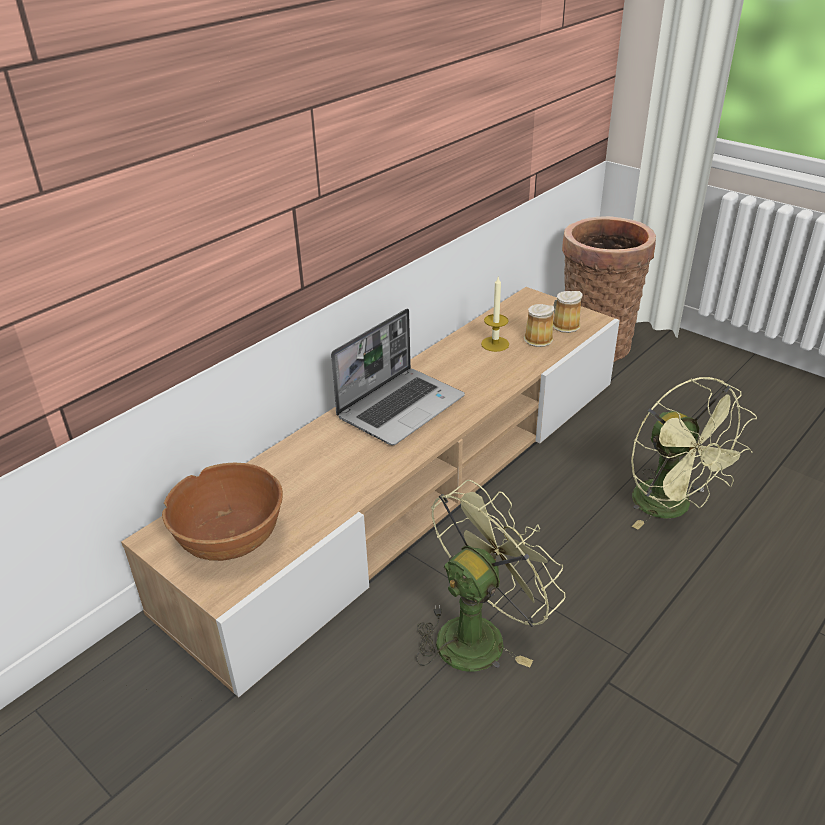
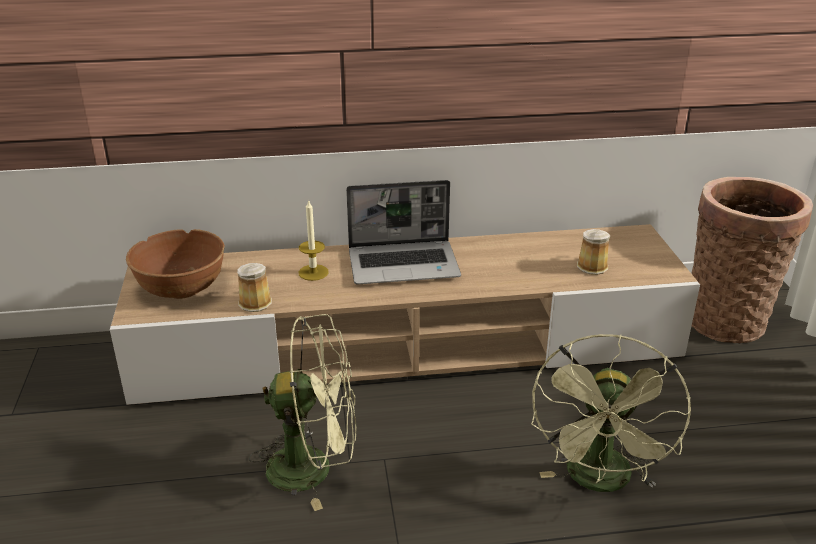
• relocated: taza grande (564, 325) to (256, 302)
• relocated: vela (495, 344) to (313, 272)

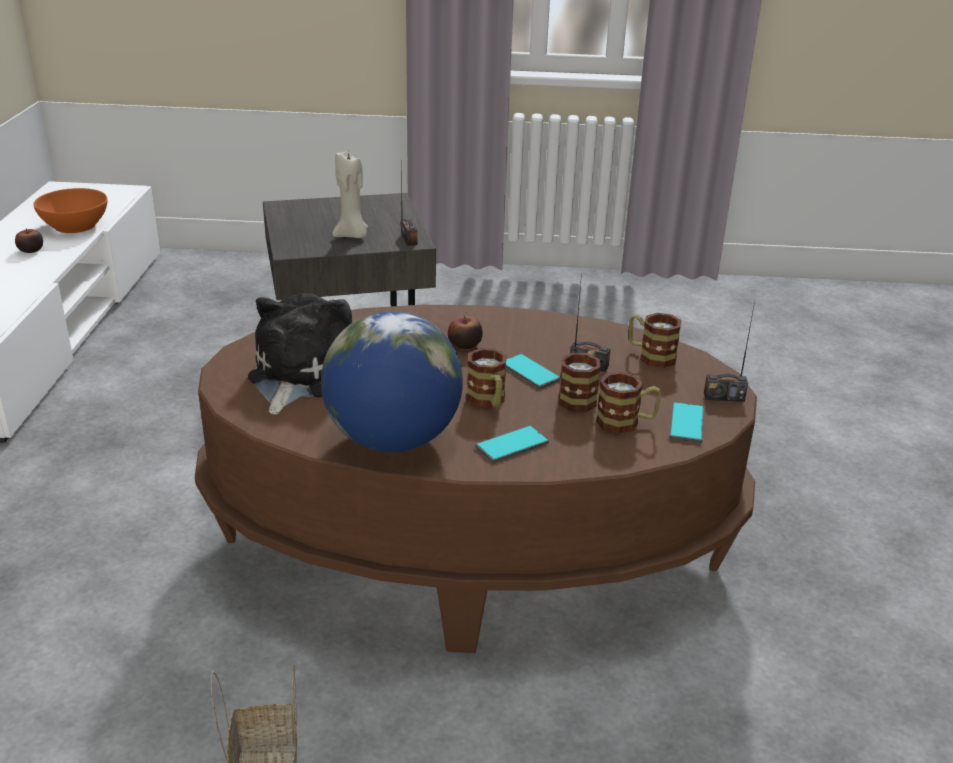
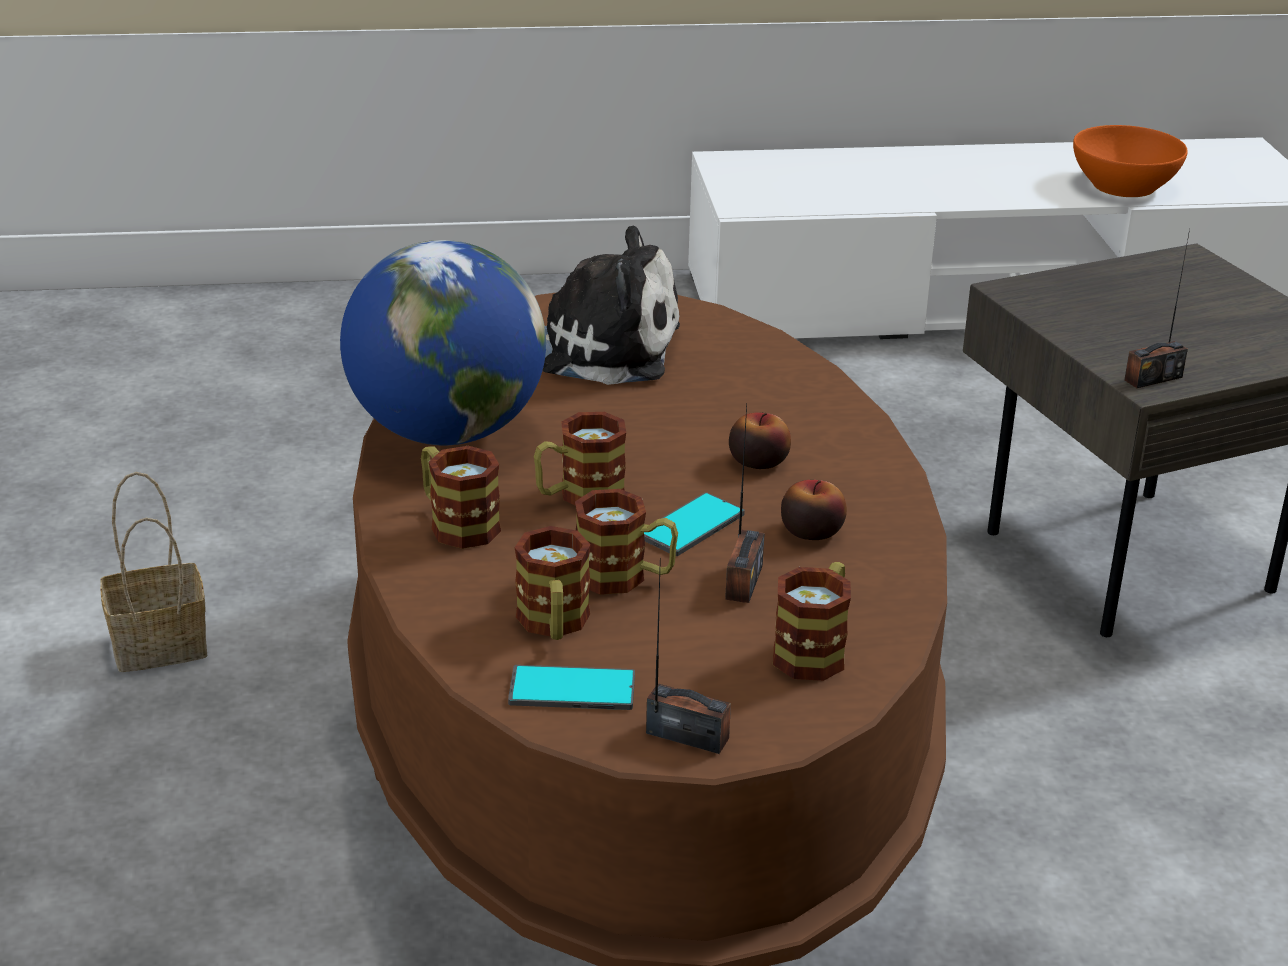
• exchanged: móvil (512, 445) to taza grande (456, 523)
• spun: radio (724, 397) = (687, 736) 120 degrees clockwise
• relocated: manzana (31, 250) to (811, 531)
• missing: vela (beis) (352, 235)

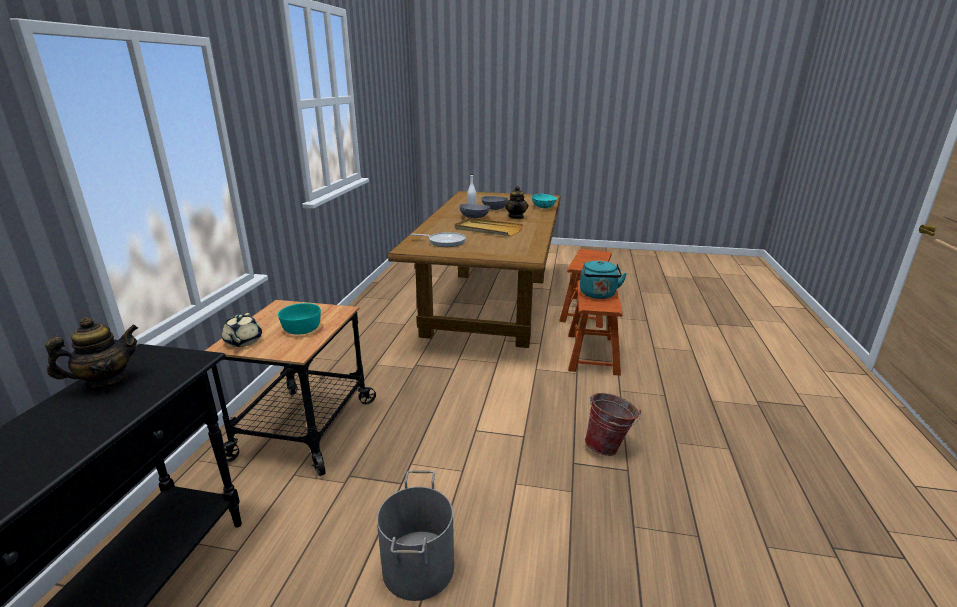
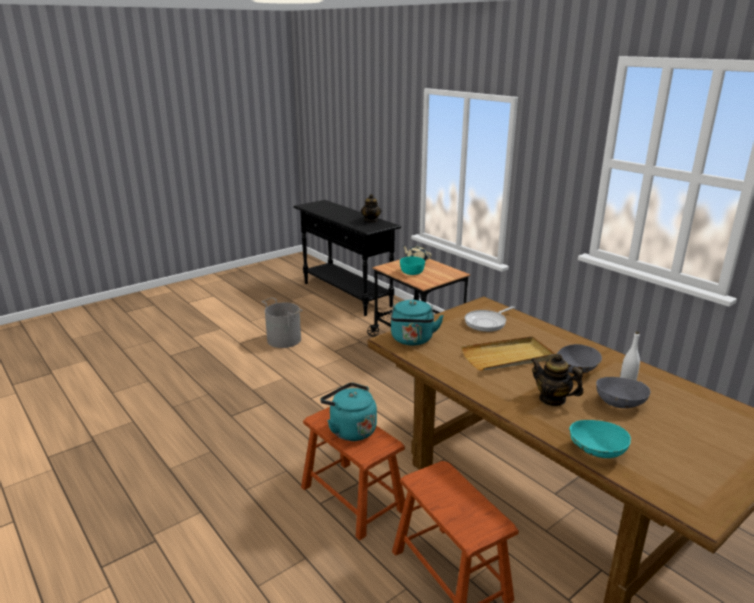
• appeared: hervidor (turquesa) (412, 340)
• missing: cubo (609, 447)

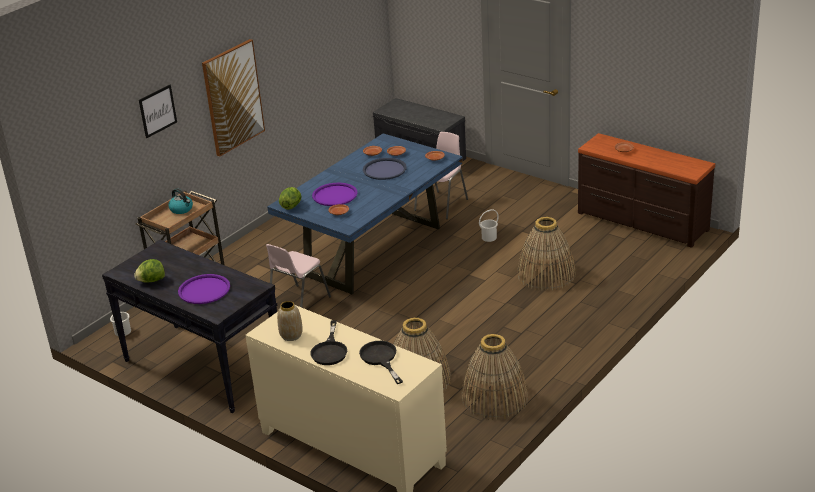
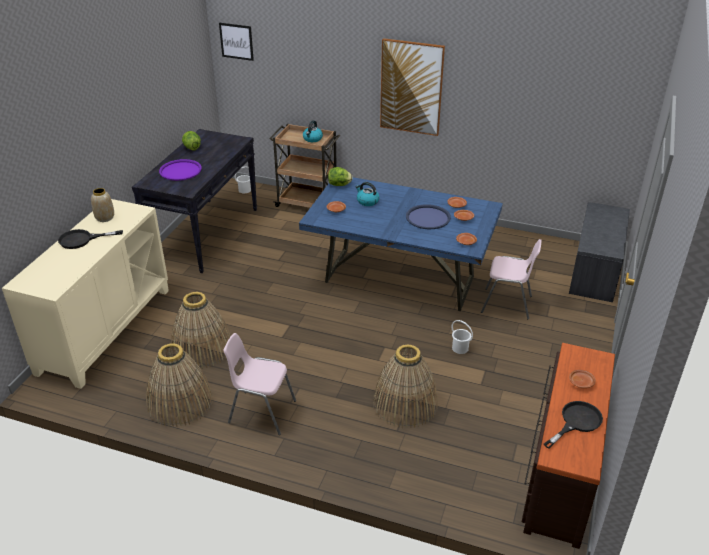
• relocated: cuadro (157, 111) to (236, 41)
• relocated: silla (rosa) (298, 303) to (261, 411)
• exchanged: bandeja (morado) (335, 195) to hervidor (367, 201)
• relocated: sartén (negro) (381, 359) to (576, 422)

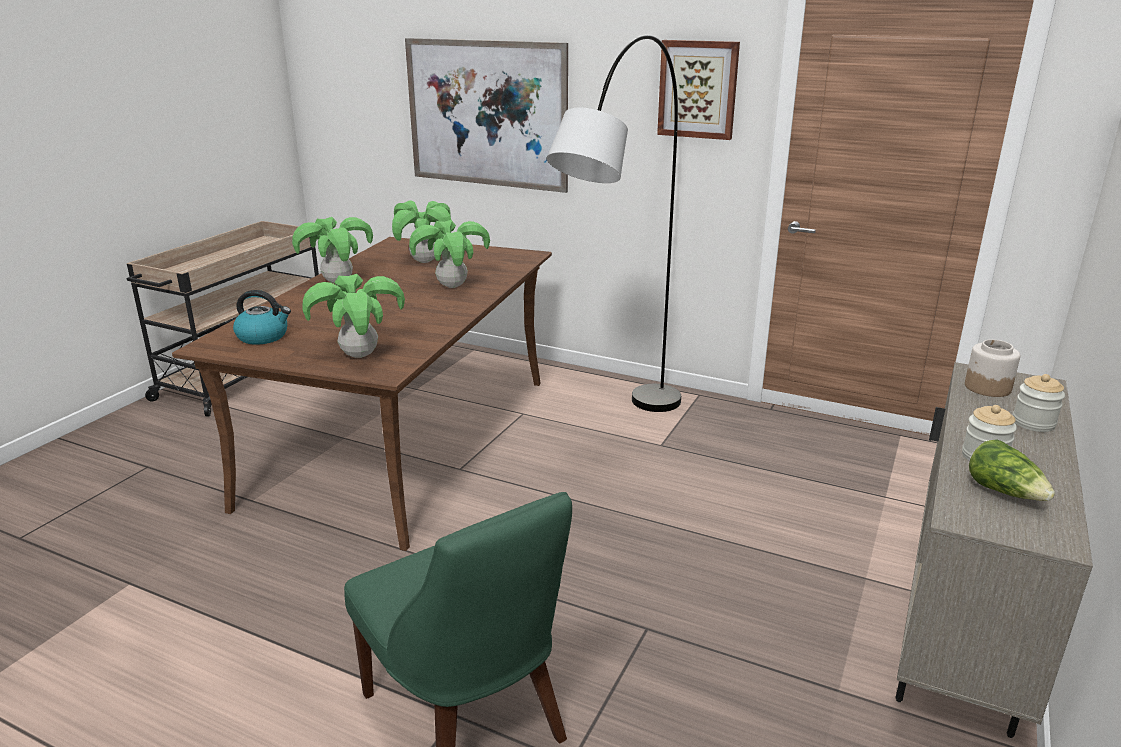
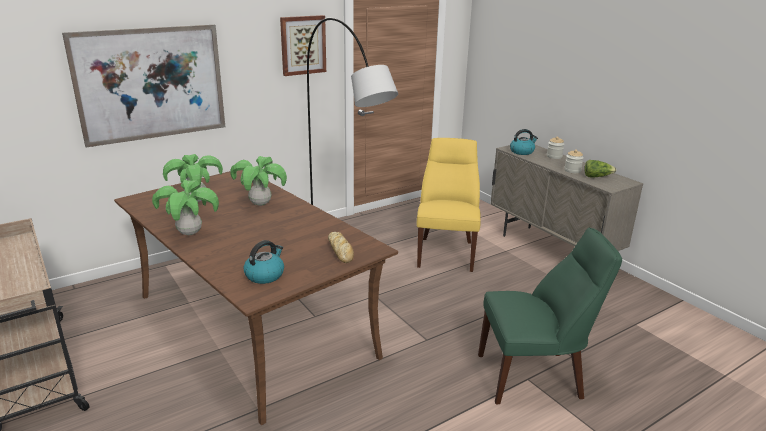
• exchanged: planta en maceta (359, 355) to pan (341, 251)
• appeared: silla (amarillo) (446, 252)
• exchanged: tarro (987, 387) to hervidor (522, 151)

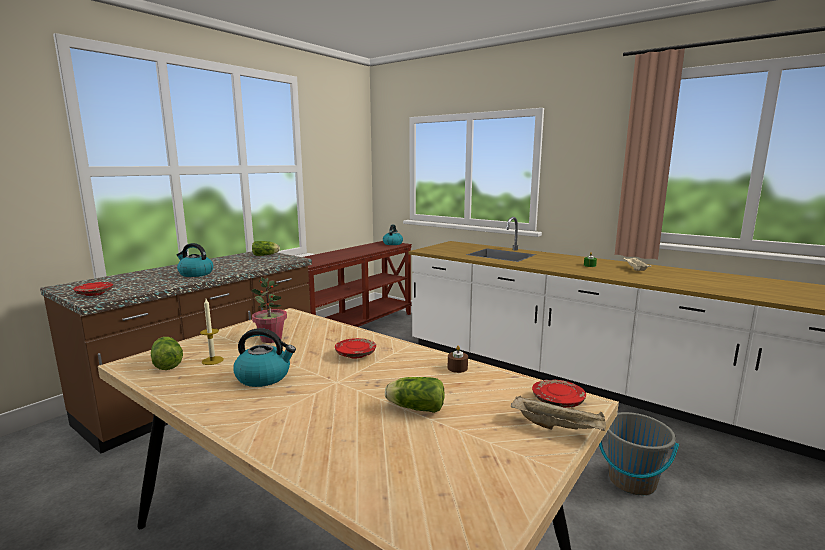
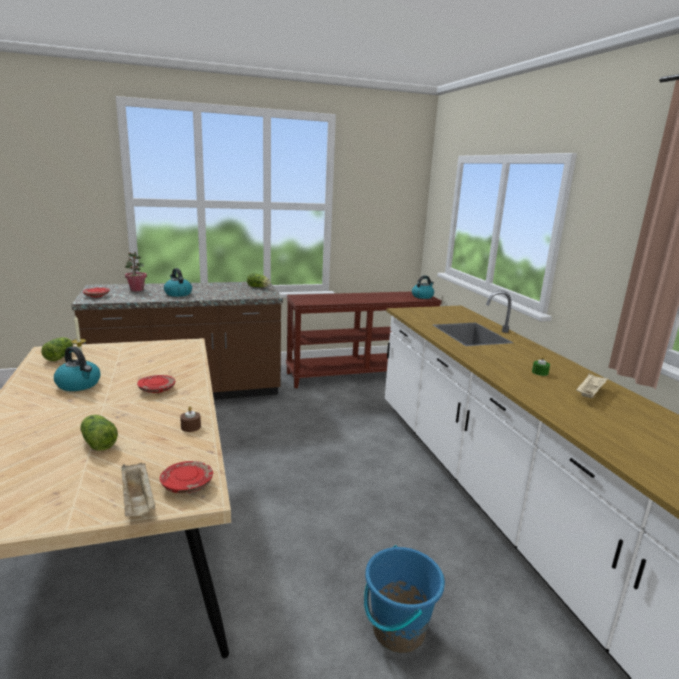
• relocated: planta en maceta (271, 339) to (137, 290)
• colour: cubo (gris) (631, 481) to cubo (azul) (398, 630)

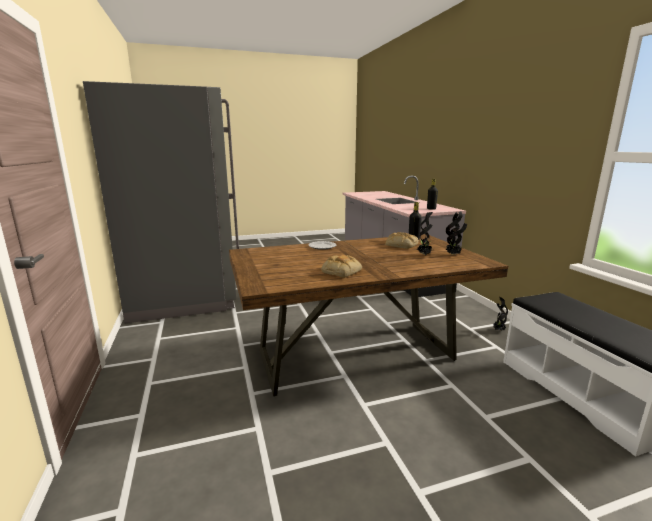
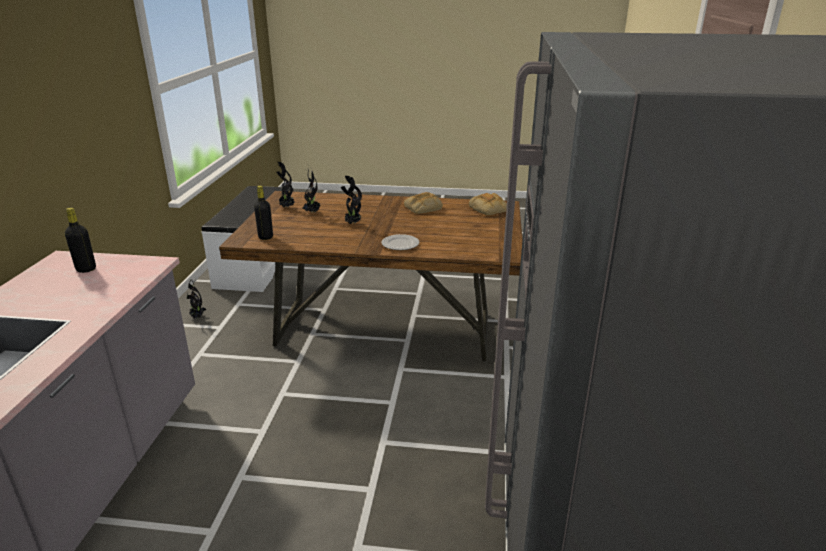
• appeared: planta en maceta (352, 223)
• relocated: pan (400, 245) to (489, 209)

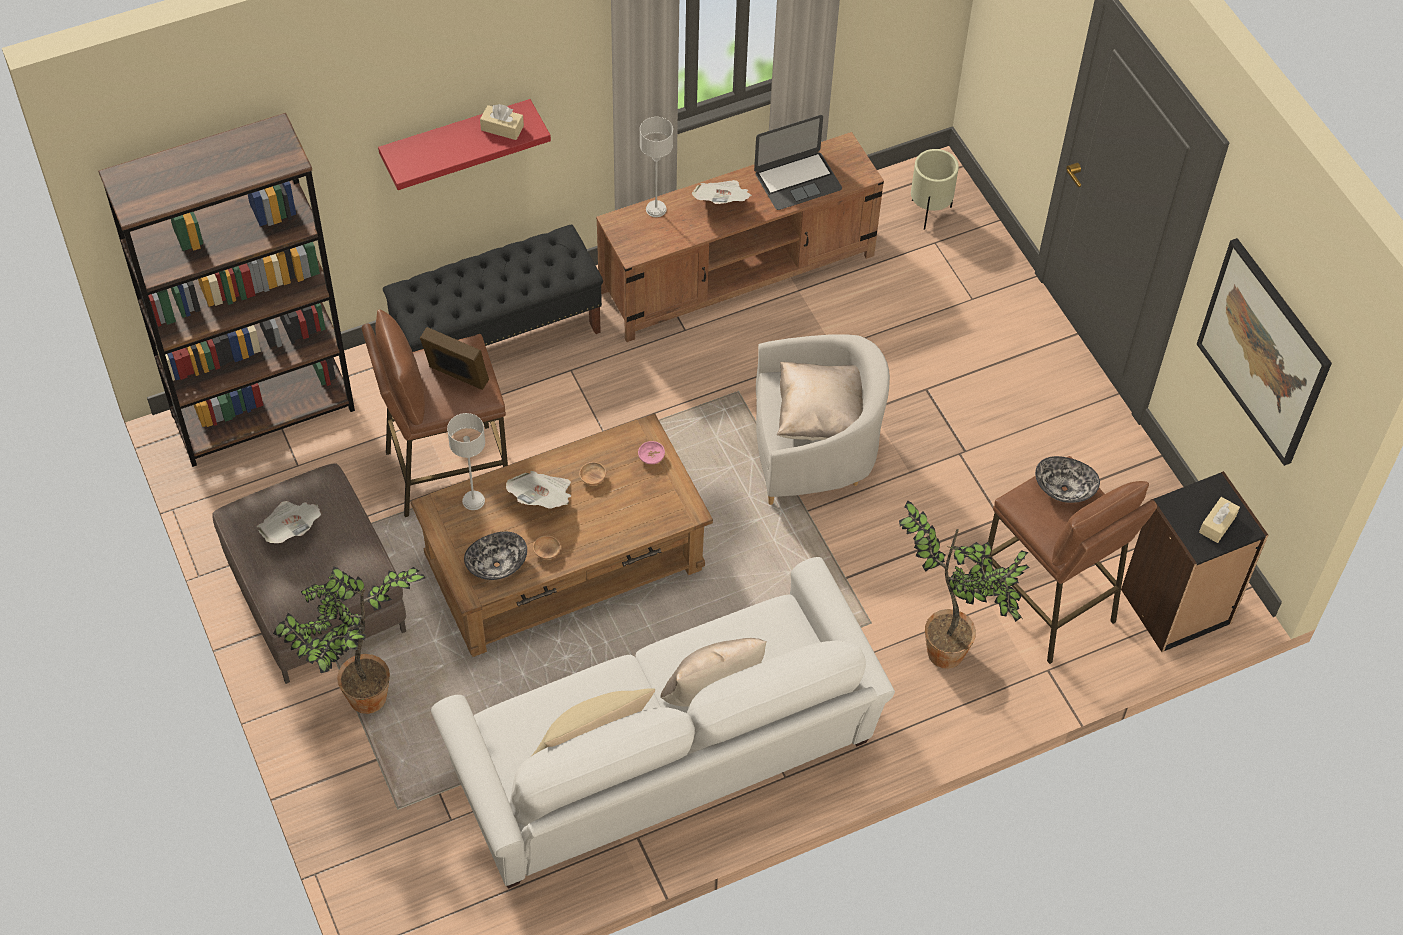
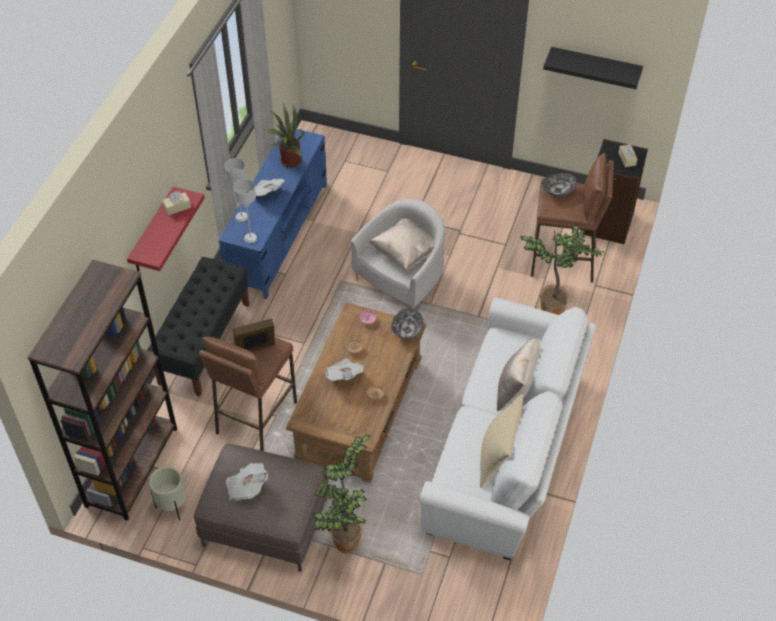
• relocated: maceta (beis) (929, 212) to (172, 507)
• colour: mueble de televisión (marrón) (738, 273) to mueble de televisión (azul) (278, 234)
• relocated: lámpara de mesa (gris) (473, 501) to (250, 238)
• exchanged: portátil (797, 180) to planta en maceta (288, 161)
• relocated: cuenco (496, 564) to (406, 330)
• exchanged: cuadro (1264, 351) to estante (negro) (595, 67)

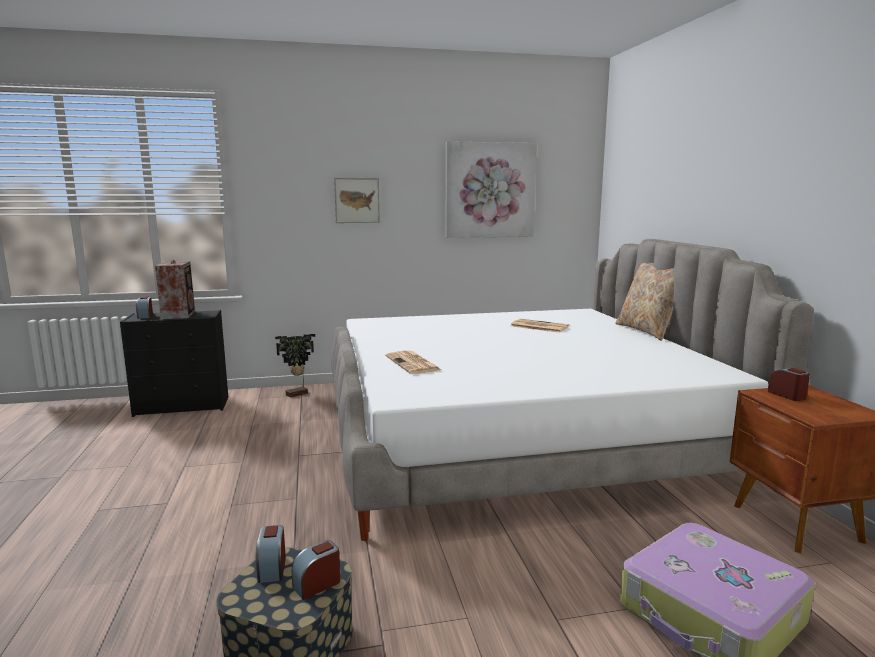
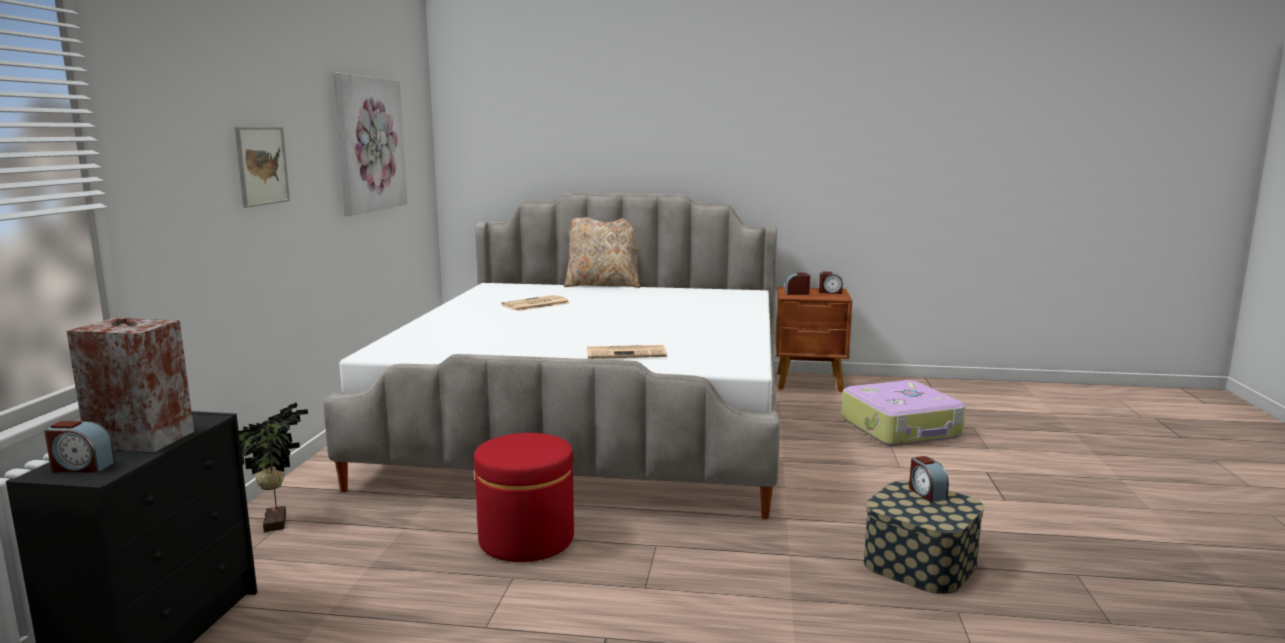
• appeared: puf (rojo) (526, 539)
• relocated: despertador (272, 568) to (830, 292)

